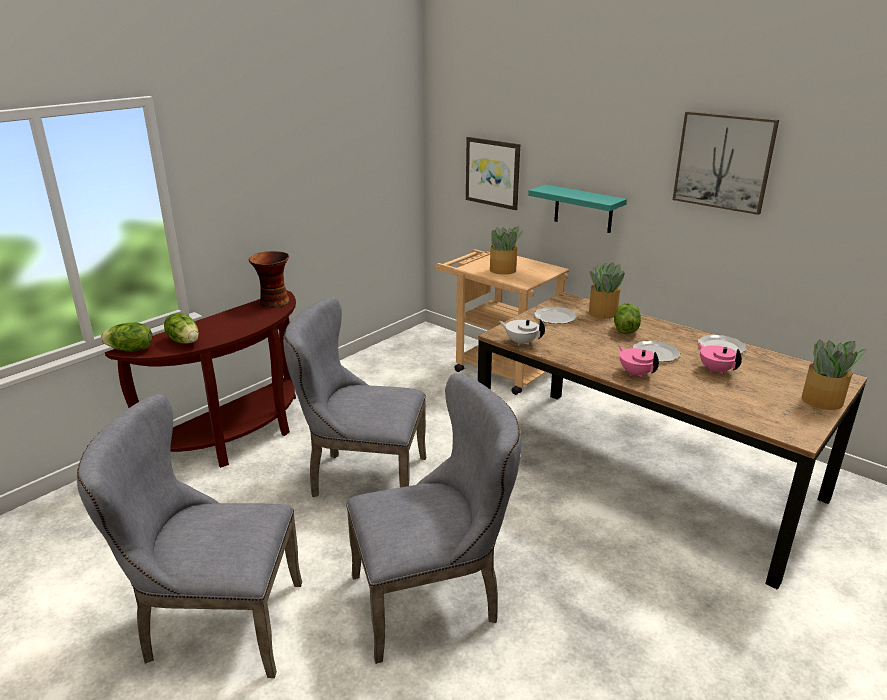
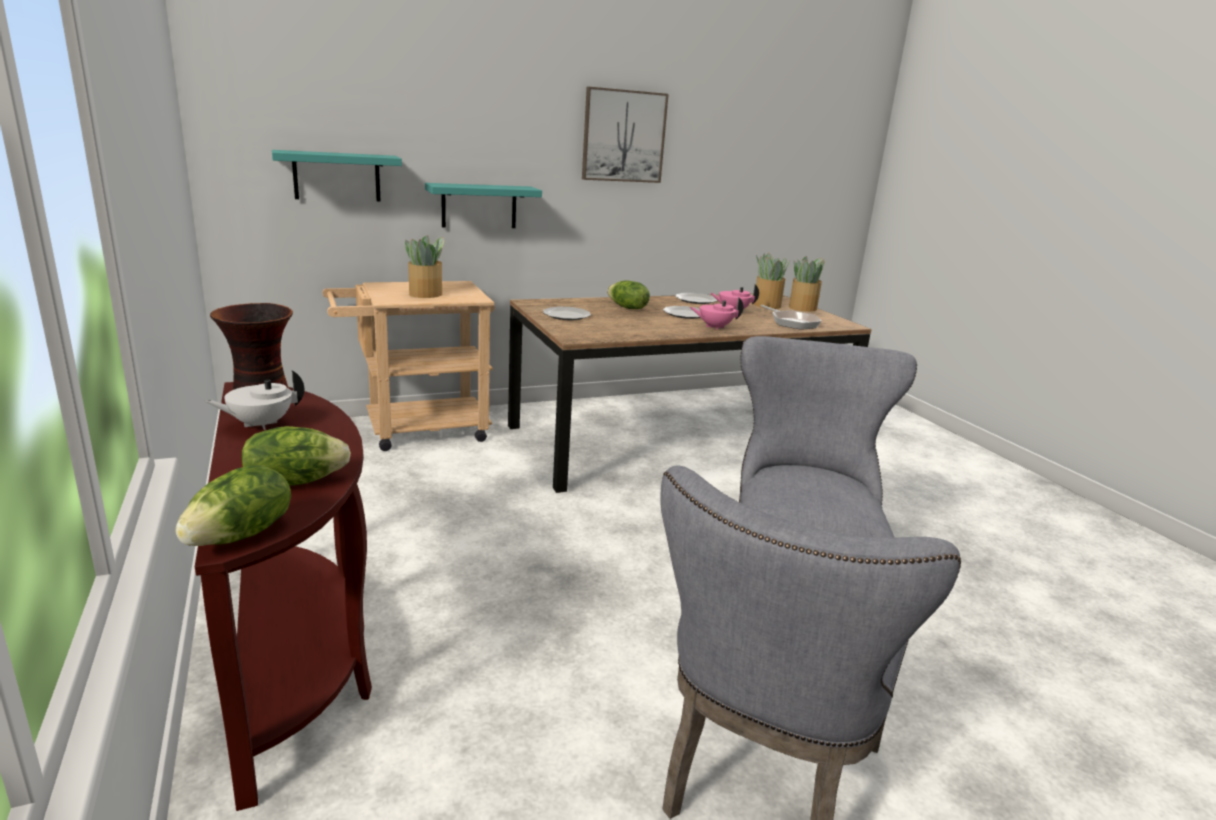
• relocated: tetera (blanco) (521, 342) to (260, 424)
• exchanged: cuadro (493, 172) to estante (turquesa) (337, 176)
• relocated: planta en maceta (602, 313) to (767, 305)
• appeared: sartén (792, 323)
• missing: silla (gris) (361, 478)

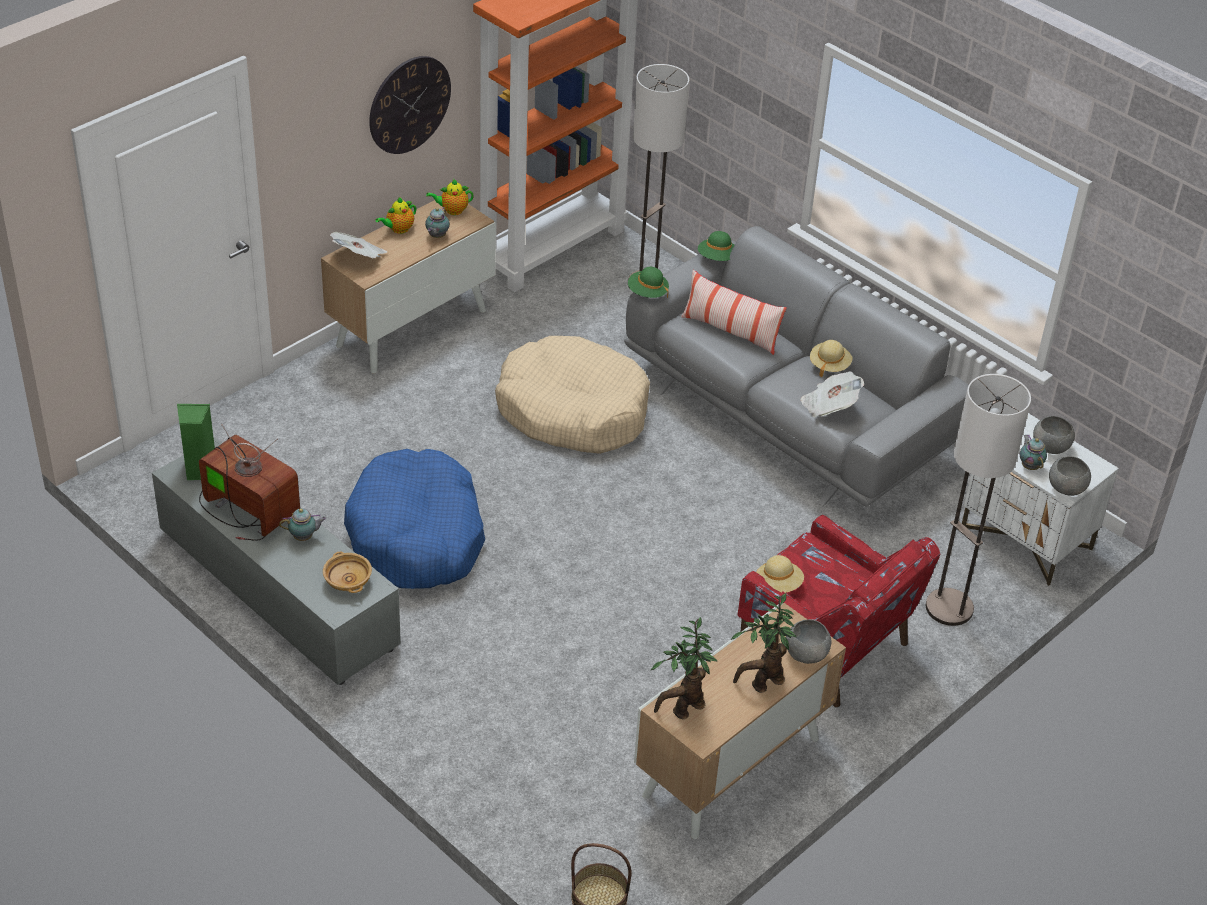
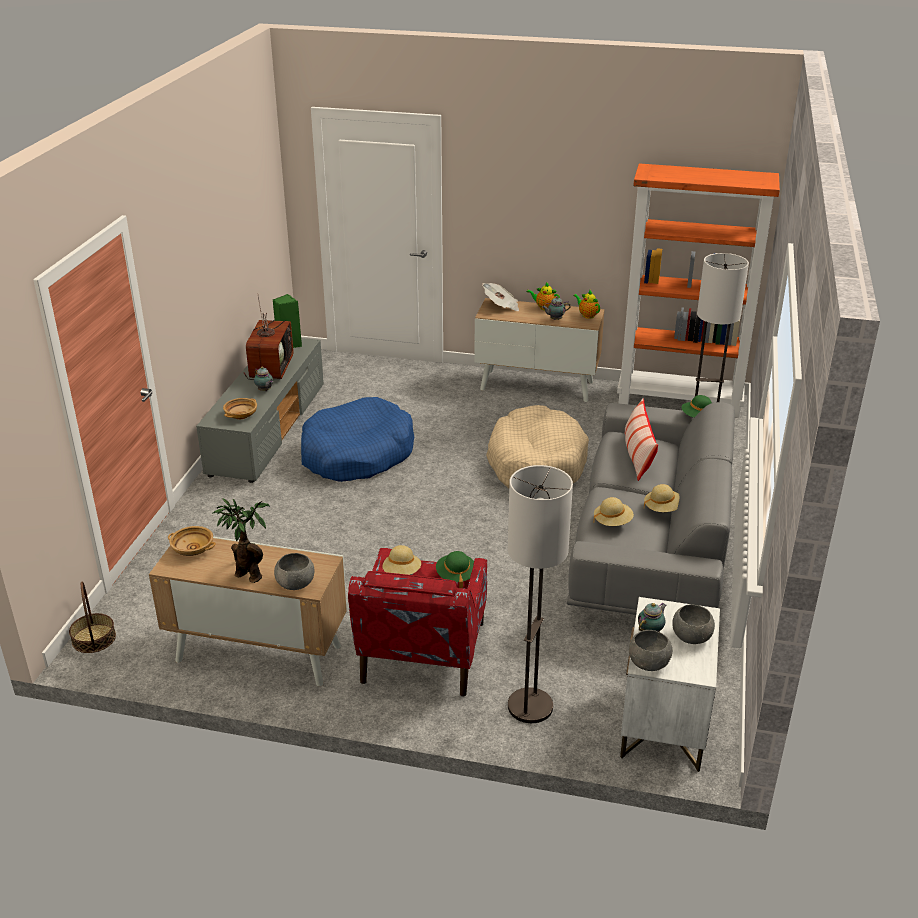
• exchanged: planta en maceta (683, 709) to cuenco (beis) (192, 549)
• relocated: sombrero (verde) (647, 292) to (456, 576)
• exchanged: periódico (829, 406) to sombrero (beis) (612, 522)
• missing: reloj de pared (409, 104)

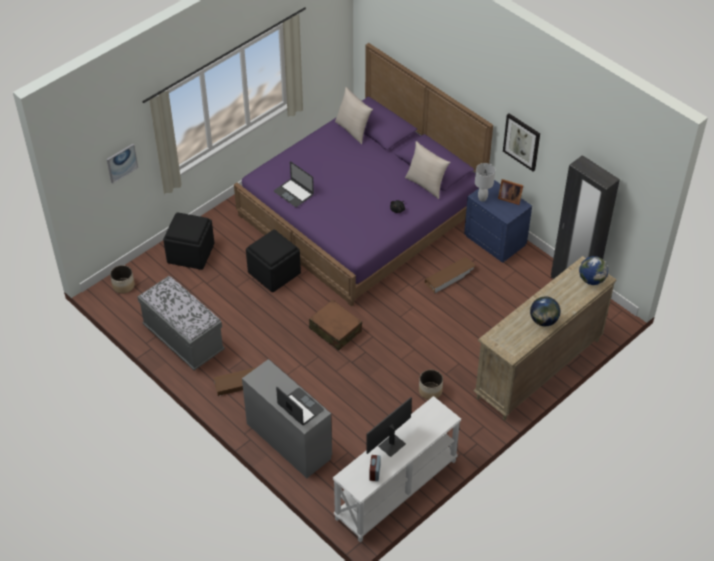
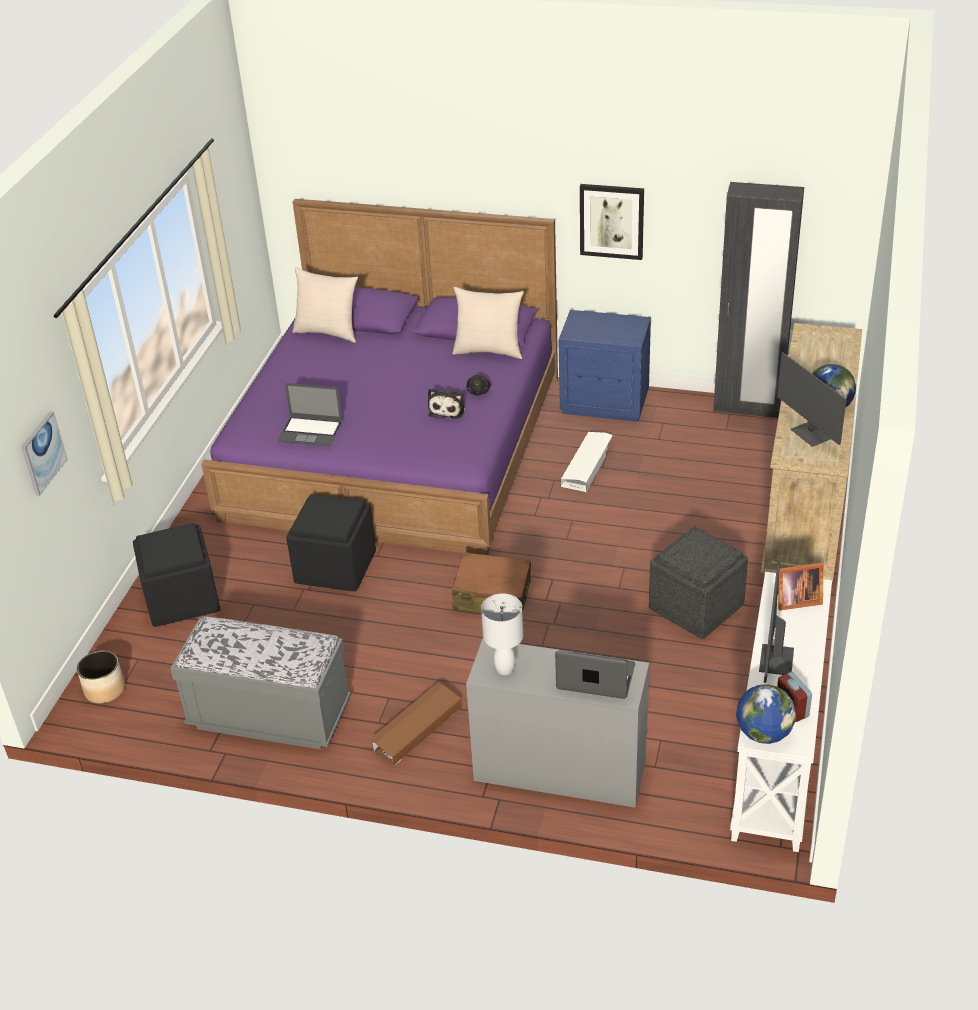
• appeared: peluche (448, 409)
• relocated: lámpara de mesa (blanco) (482, 198) to (505, 669)
• colour: caja de almacenaje (marrón) (450, 277) to caja de almacenaje (blanco) (587, 465)
• exchanged: maceta (430, 391) to puf (gris) (696, 606)
• relocated: globo terráqueo (591, 280) to (763, 733)
• appeared: monitor (811, 434)
• relocated: portarretratos (509, 198) to (795, 600)

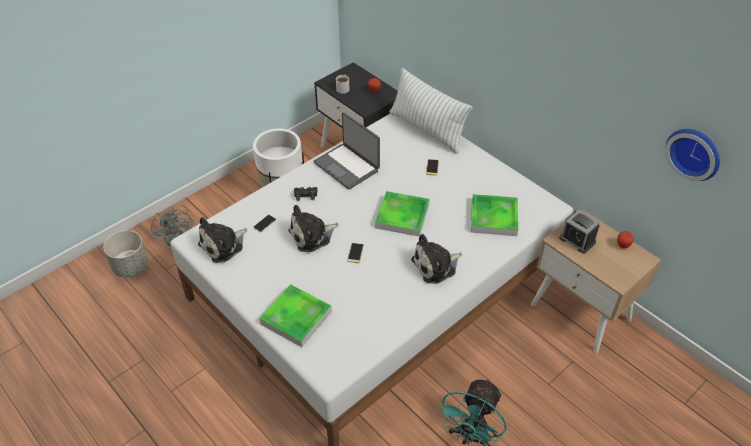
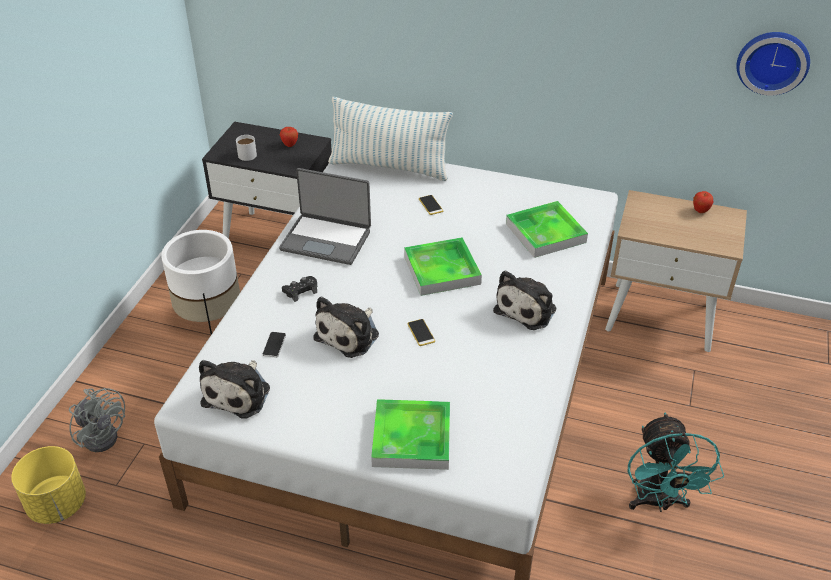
• colour: maceta (gris) (130, 267) to maceta (amarillo) (57, 504)
• missing: despertador (577, 240)

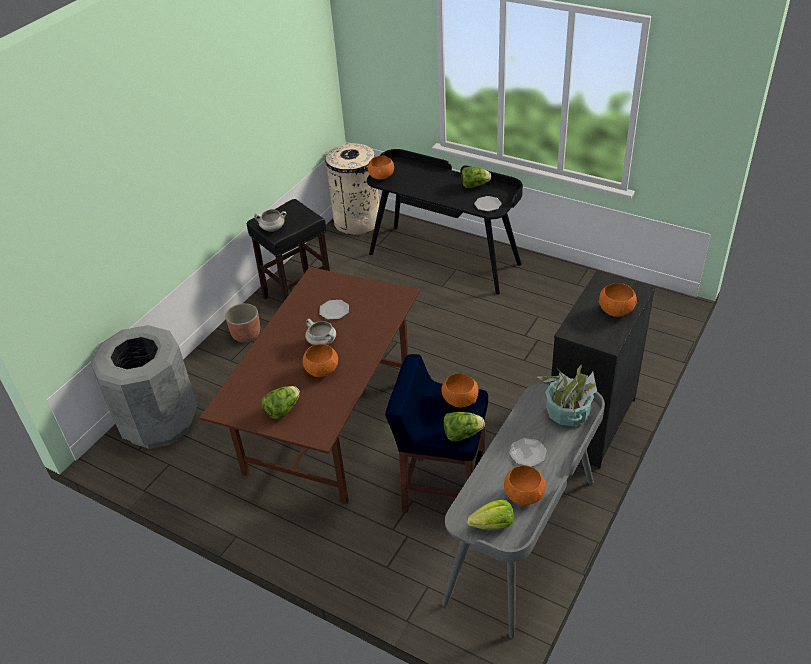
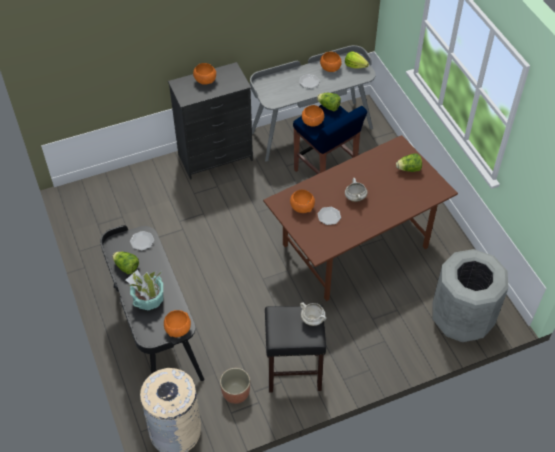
• relocated: planta en maceta (567, 412) to (148, 299)
• relocated: maceta (246, 334) to (235, 393)
• relocated: cuenco (naranja) (322, 370) to (301, 207)

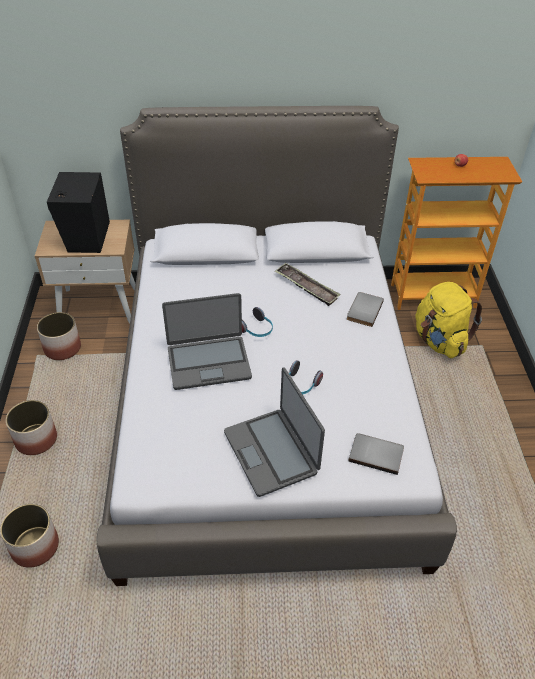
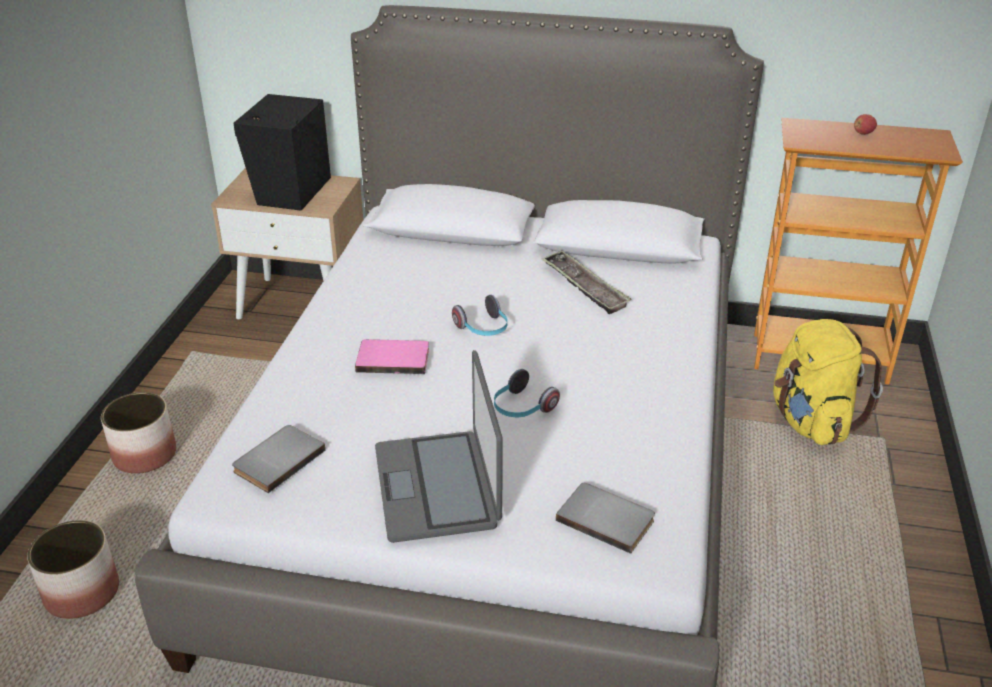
• relocated: libro (gris) (363, 310) to (277, 460)
• exchanged: portátil (208, 362) to libro (rosa) (393, 358)
• missing: maceta (62, 348)

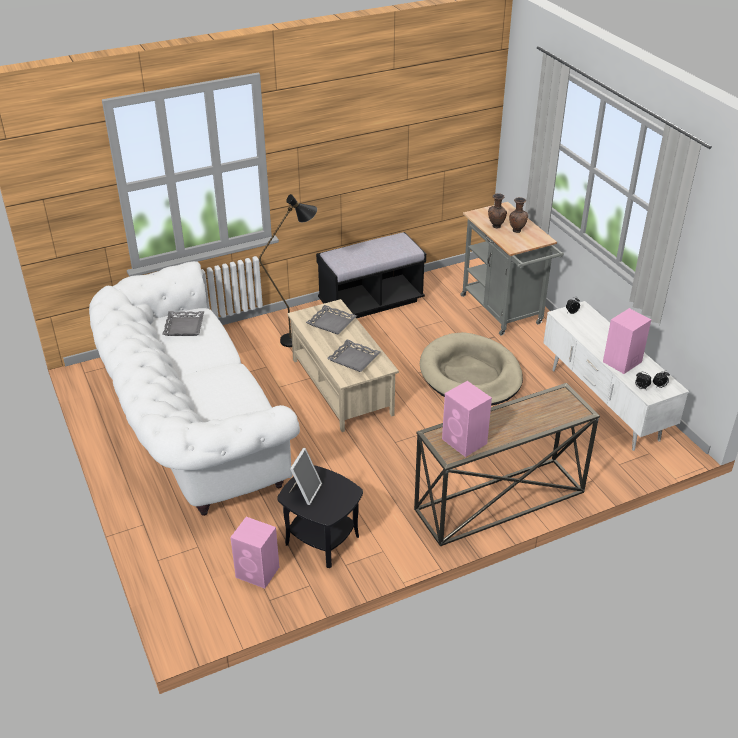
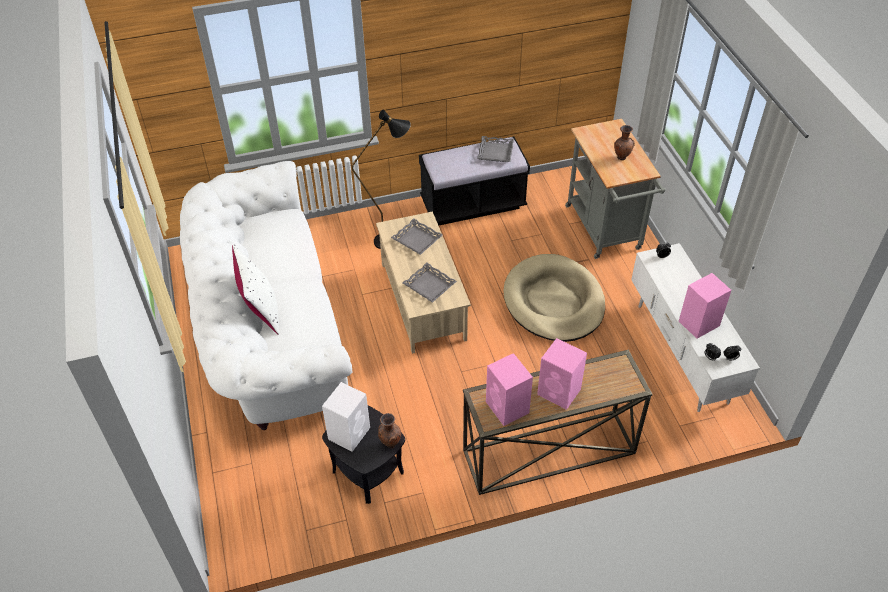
• appeared: cojín (blanco) (261, 310)
• exchanged: portarretratos (305, 491) to altavoz (blanco) (349, 432)
• relocated: florero (marrón) (495, 226) to (390, 443)
• relocated: bandeja (gris) (184, 327) to (496, 152)
• relocated: altavoz (rosa) (258, 572) to (560, 392)

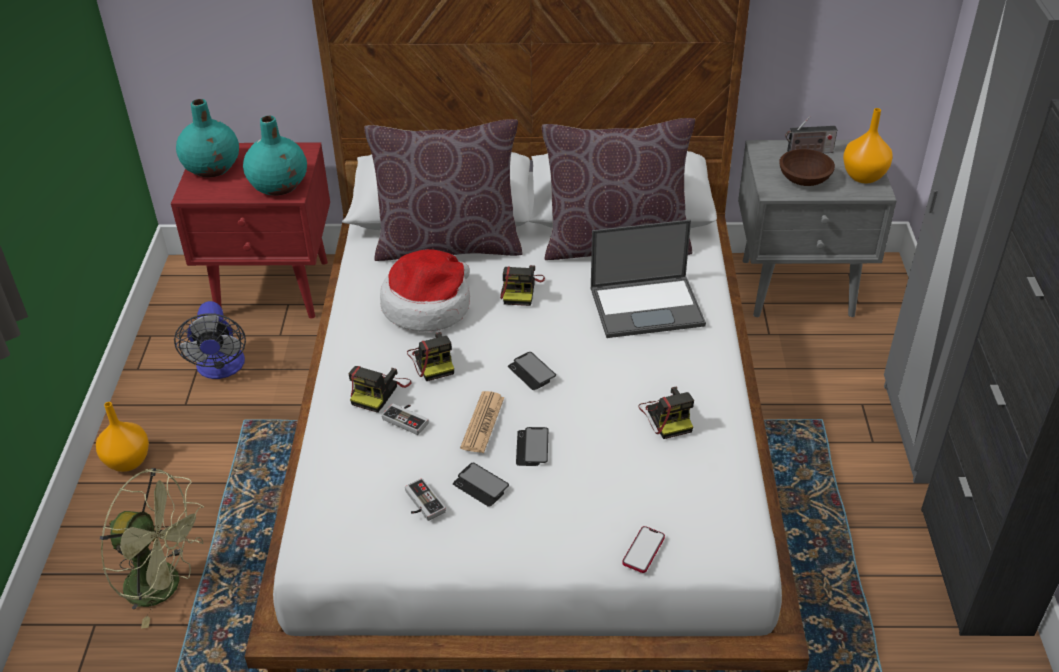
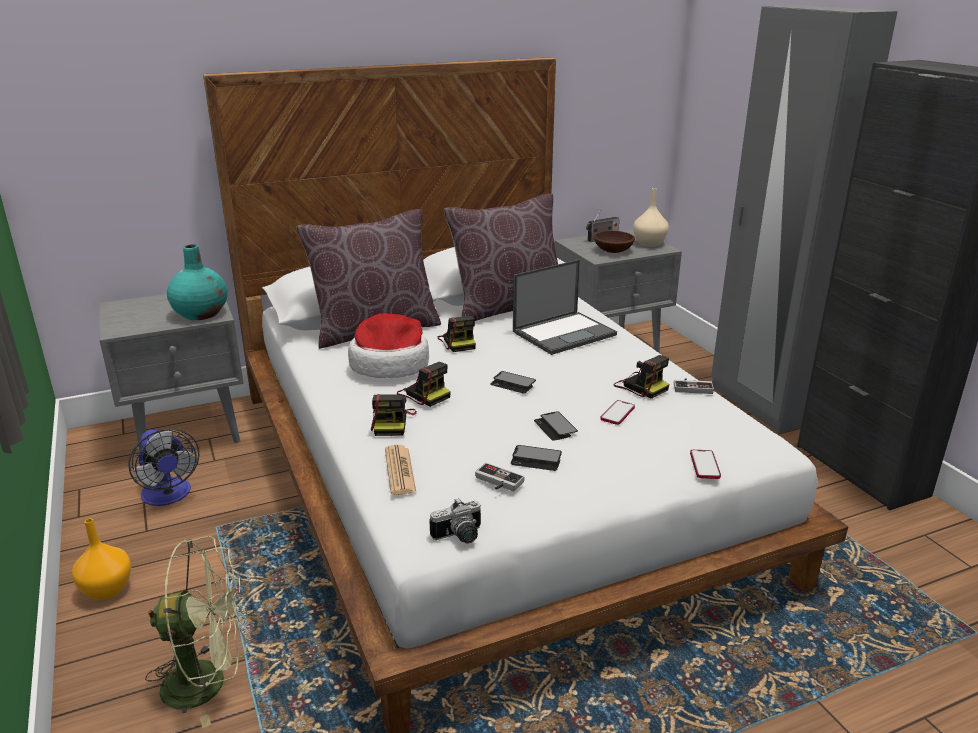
• colour: mesita de noche (rojo) (274, 289) to mesita de noche (gris) (189, 431)
• relocated: periódico (482, 423) to (400, 471)
• appeared: cámara (459, 537)
• appeared: móvil (617, 413)
• colour: florero (naranja) (864, 177) to florero (beis) (650, 244)
• relocated: mando de consola (408, 418) to (692, 387)
• missing: florero (turquesa) (212, 168)

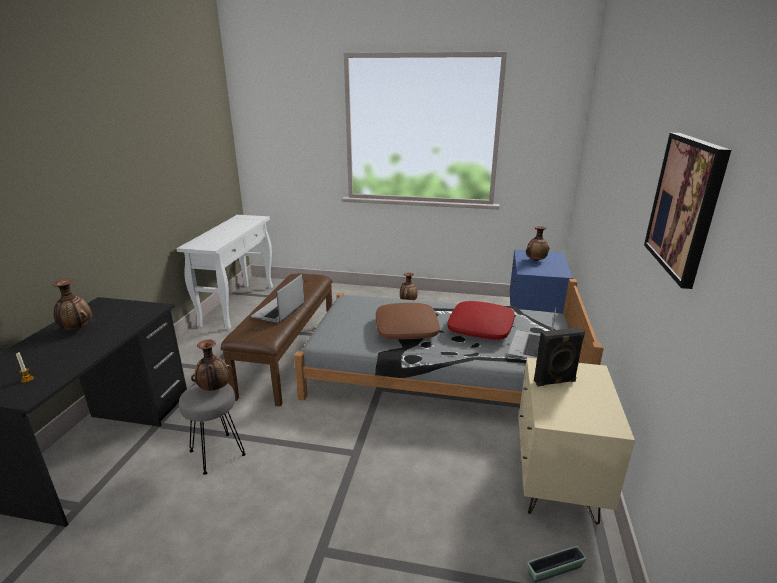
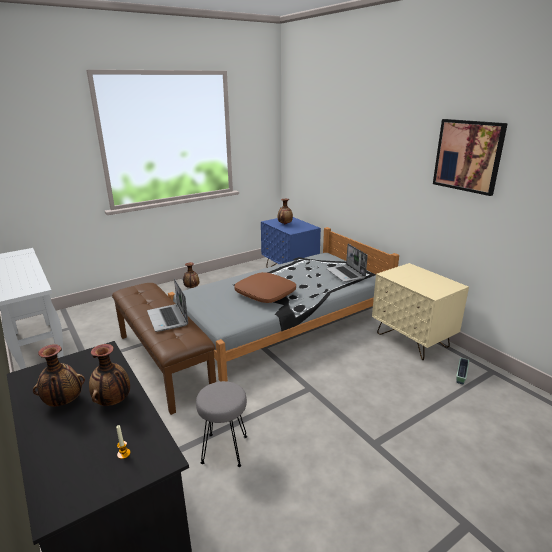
• relocated: florero (214, 389) to (113, 401)
• missing: cojín (rojo) (481, 328)
• missing: altavoz (negro) (555, 382)

